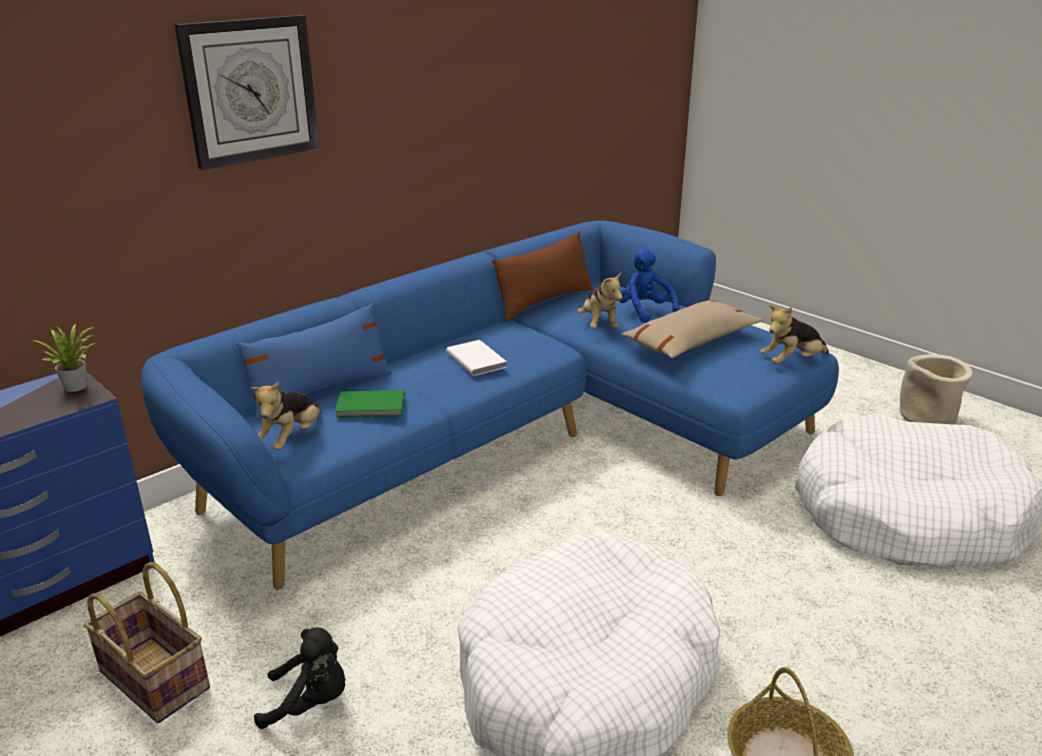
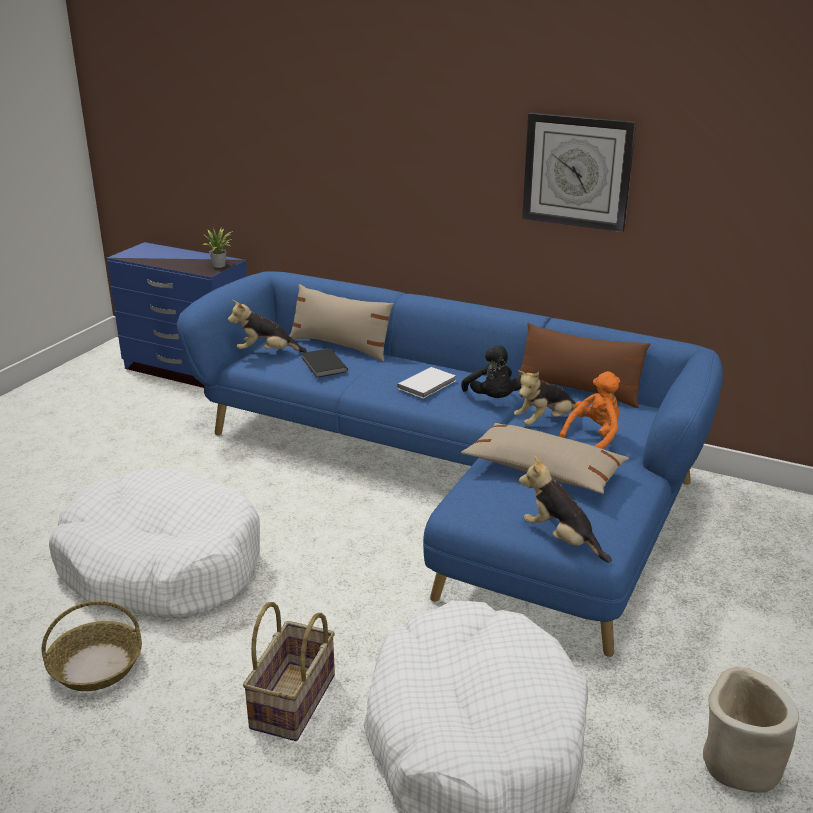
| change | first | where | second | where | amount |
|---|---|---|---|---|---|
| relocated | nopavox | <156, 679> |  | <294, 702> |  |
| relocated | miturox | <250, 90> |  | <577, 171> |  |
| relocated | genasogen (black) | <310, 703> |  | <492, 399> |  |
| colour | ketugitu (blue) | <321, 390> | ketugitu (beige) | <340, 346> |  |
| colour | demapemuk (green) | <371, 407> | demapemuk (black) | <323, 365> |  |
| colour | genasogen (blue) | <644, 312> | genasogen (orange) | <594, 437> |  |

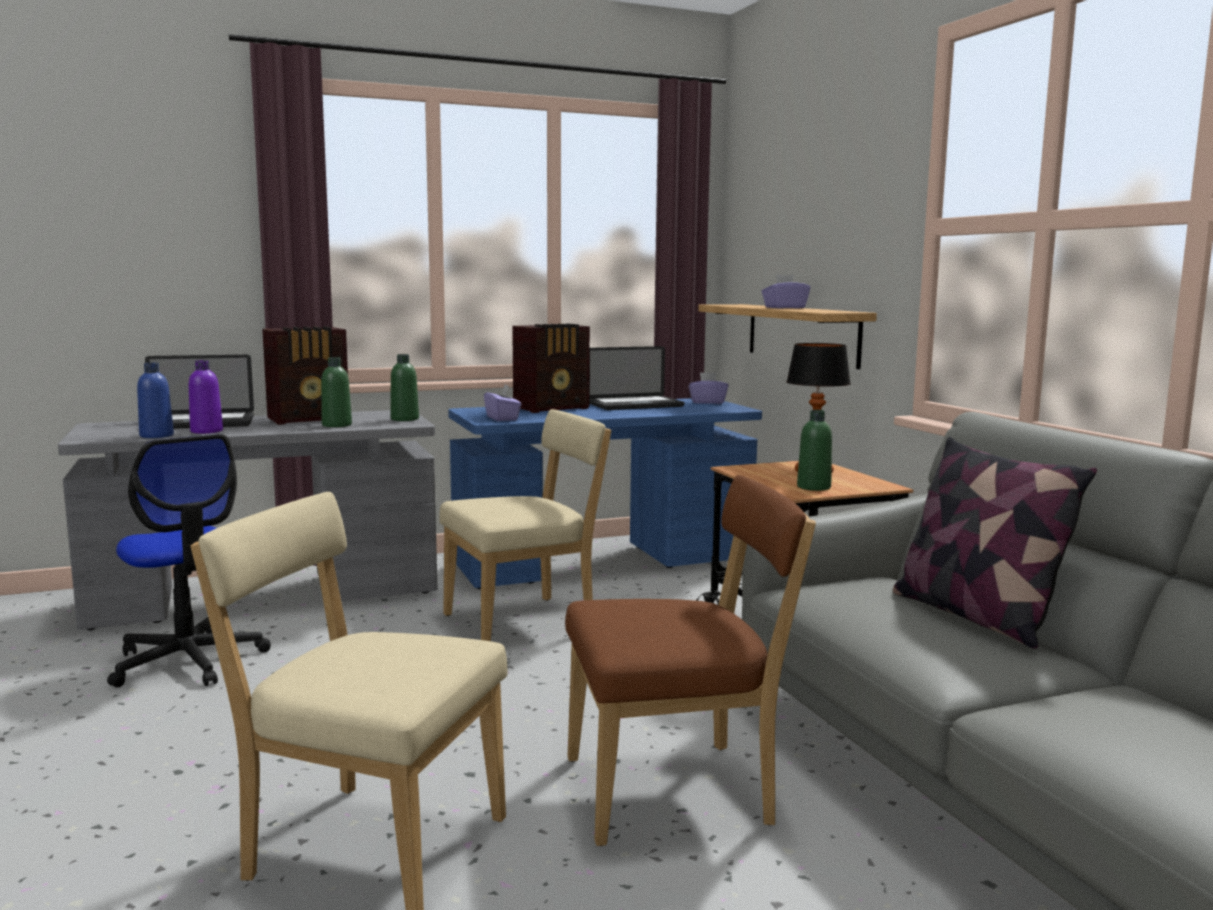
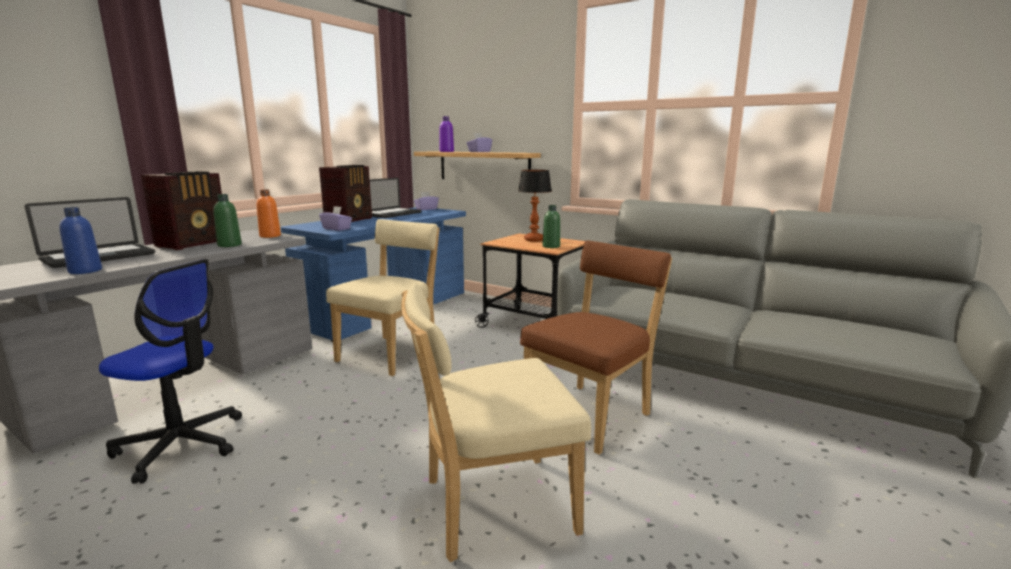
| change | first | where | second | where | amount |
|---|---|---|---|---|---|
| missing | ketugitu | <975, 615> |  |  |  |
| relocated | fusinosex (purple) | <206, 431> |  | <446, 151> |  |
| colour | fusinosex (green) | <404, 419> | fusinosex (orange) | <270, 236> |  |

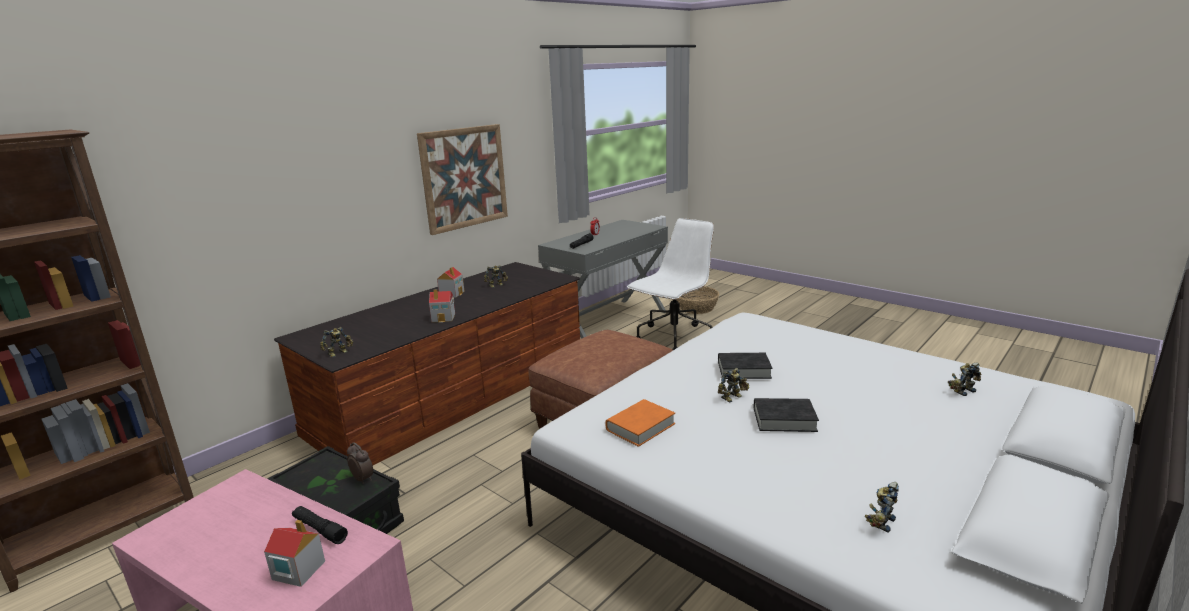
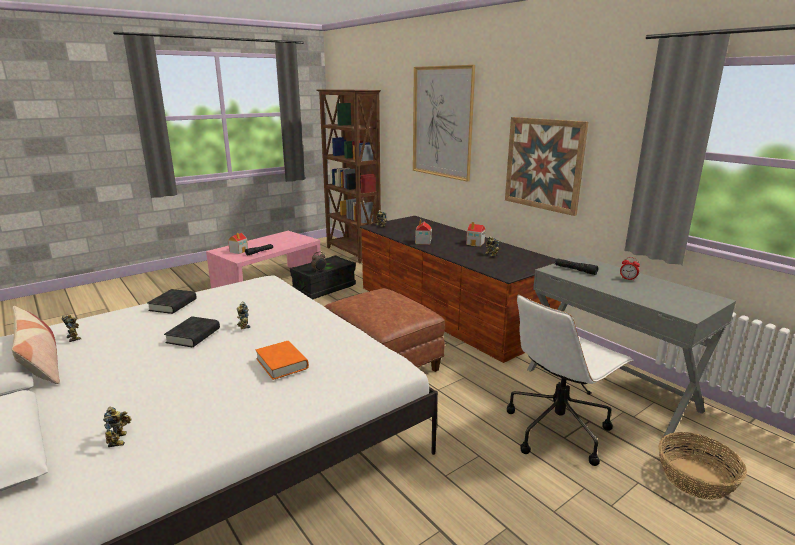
| change | first | where | second | where | amount |
|---|---|---|---|---|---|
| appeared |  |  | ketugitu | <41, 364> |  |
| appeared |  |  | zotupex | <442, 122> |  |
| relocated | demapemuk (orange) | <640, 427> |  | <282, 363> |  |
| relocated | demapemuk (black) | <744, 370> |  | <173, 305> |  |
| spun | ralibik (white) | <673, 339> |  | <558, 429> | 90 degrees clockwise |

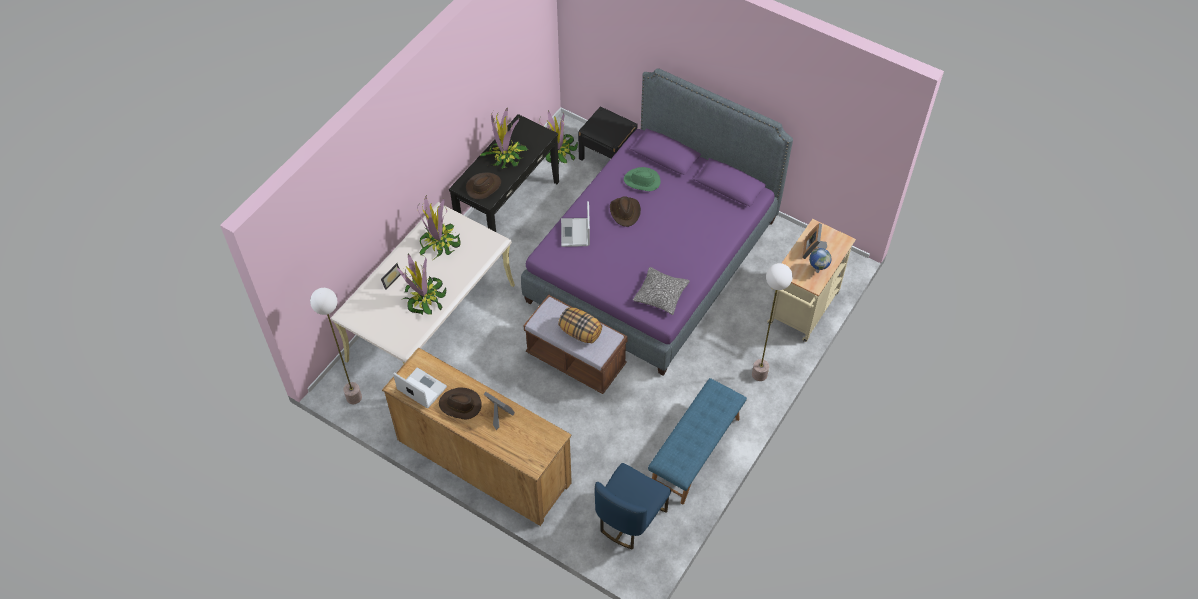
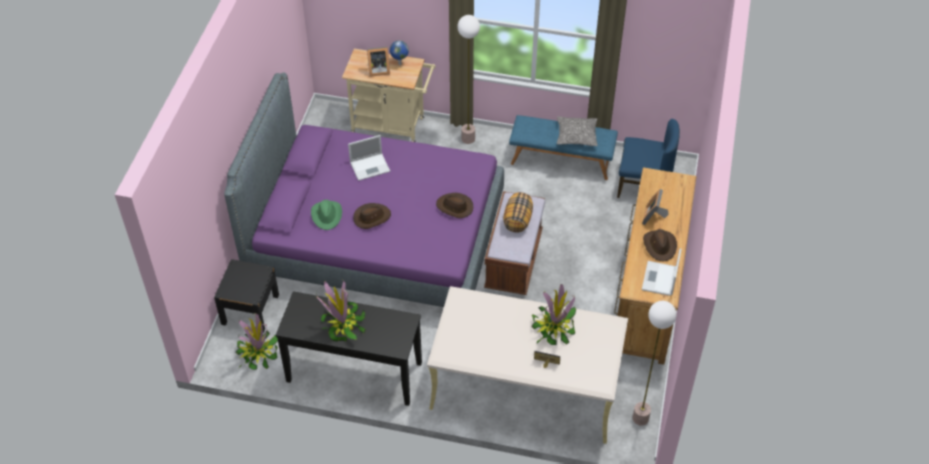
| change | first | where | second | where | amount |
|---|---|---|---|---|---|
| missing | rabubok | <439, 243> |  |  |  |
| relocated | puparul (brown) | <483, 187> |  | <454, 207> |  |
| relocated | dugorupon | <575, 233> |  | <370, 166> |  |
| relocated | ketugitu | <660, 294> |  | <576, 136> |  |

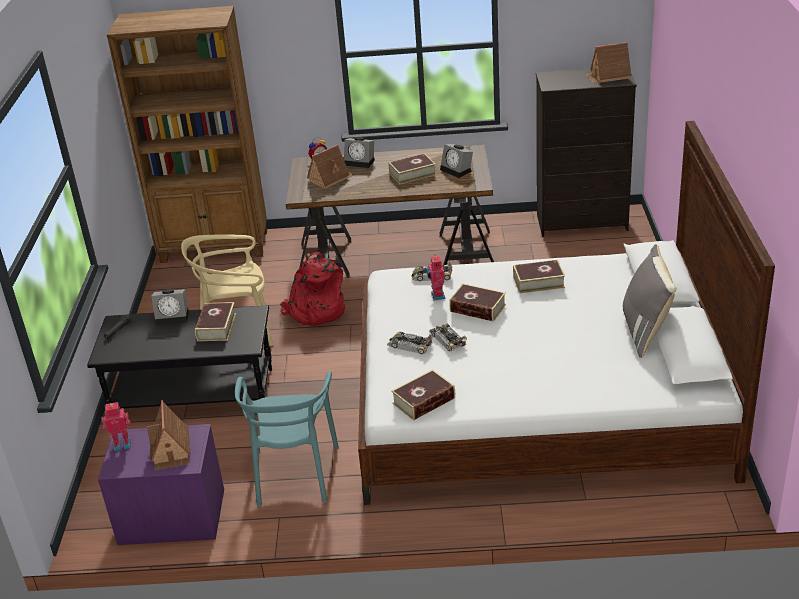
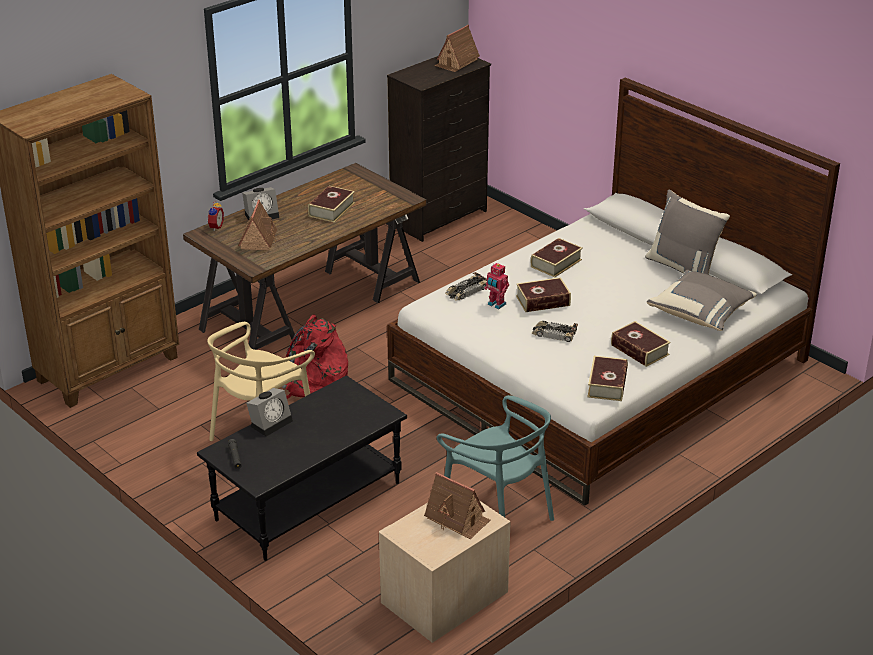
| change | first | where | second | where | amount |
|---|---|---|---|---|---|
| missing | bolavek | <122, 443> |  |  |  |
| missing | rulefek | <409, 345> |  |  |  |
| missing | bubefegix | <457, 170> |  |  |  |
| appeared |  |  | ketugitu (grey) | <701, 313> |  |
| relocated | demapemuk | <216, 327> |  | <639, 350> |  |
| colour | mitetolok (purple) | <171, 516> | mitetolok (beige) | <443, 597> |  |

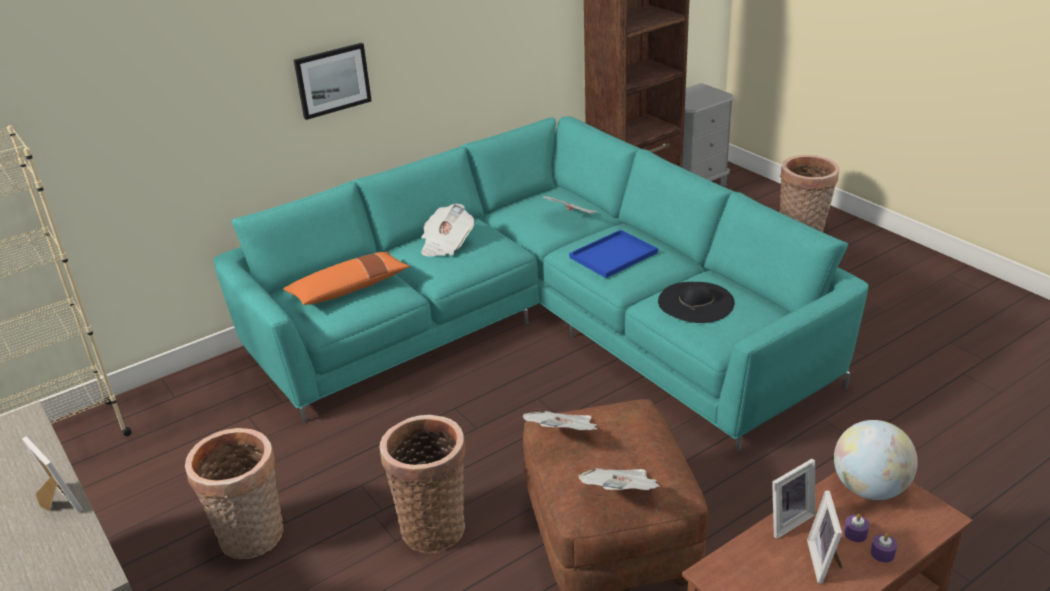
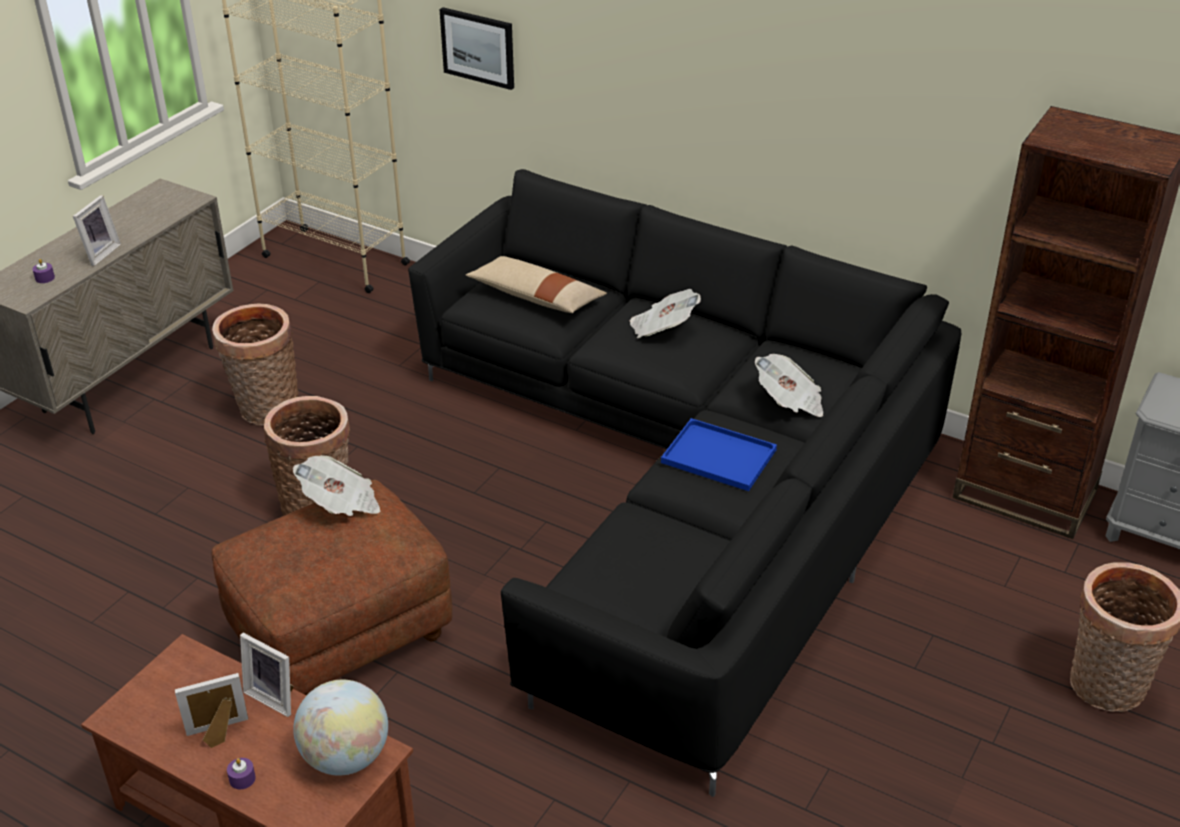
| change | first | where | second | where | amount |
|---|---|---|---|---|---|
| missing | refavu | <621, 495> |  |  |  |
| missing | puparul (black) | <696, 302> |  |  |  |
| relocated | zotupex | <332, 80> |  | <478, 47> |  |
| relocated | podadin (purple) | <855, 533> |  | <45, 278> |  |
| colour | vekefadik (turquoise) | <540, 327> | vekefadik (black) | <682, 485> |  |
| colour | ketugitu (orange) | <349, 289> | ketugitu (beige) | <536, 297> |  |

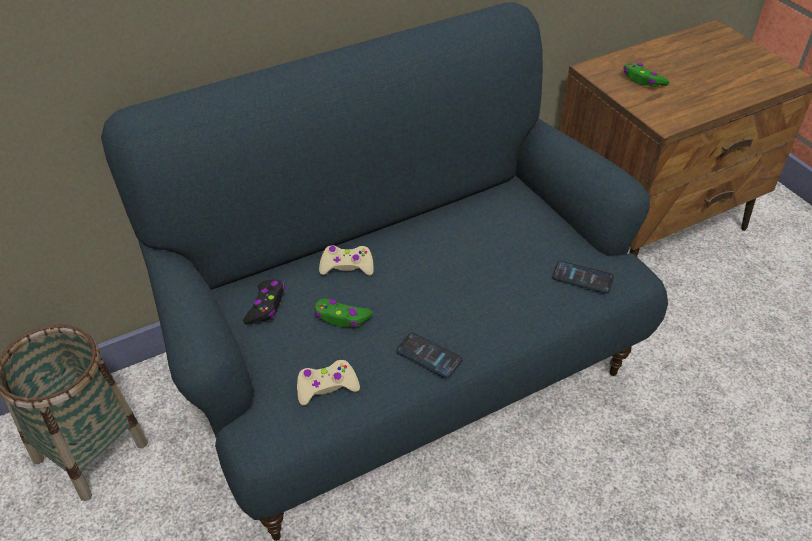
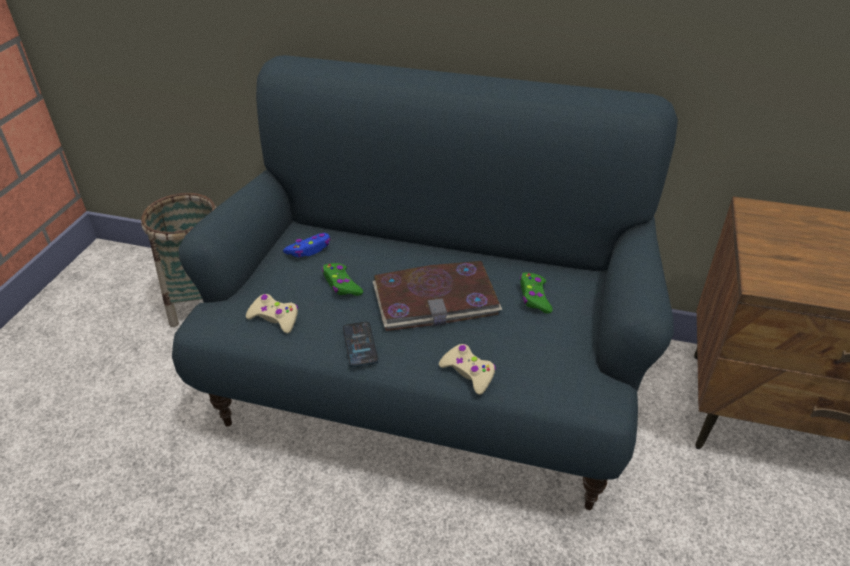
| change | first | where | second | where | amount |
|---|---|---|---|---|---|
| missing | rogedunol | <582, 278> |  |  |  |
| appeared |  |  | demapemuk | <435, 299> |  |
| relocated | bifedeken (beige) | <347, 266> |  | <468, 373> |  |
| relocated | bifedeken (green) | <643, 80> |  | <534, 297> |  |
| colour | bifedeken (black) | <266, 306> | bifedeken (blue) | <309, 249> |  |

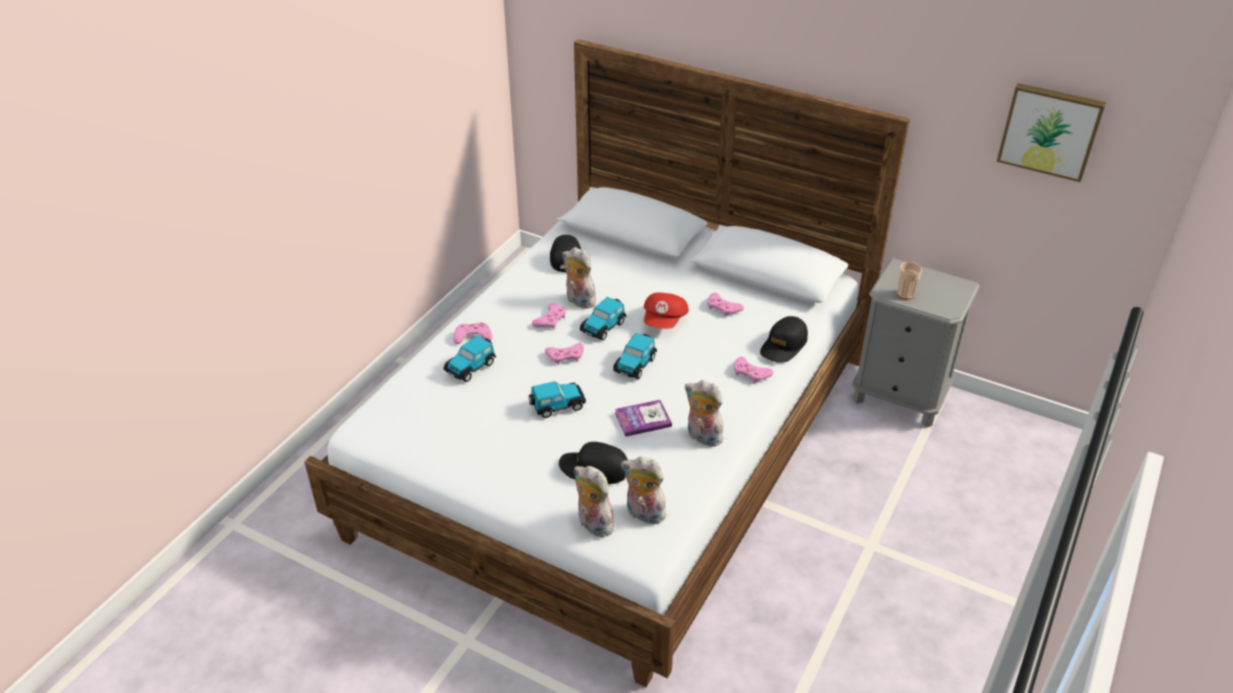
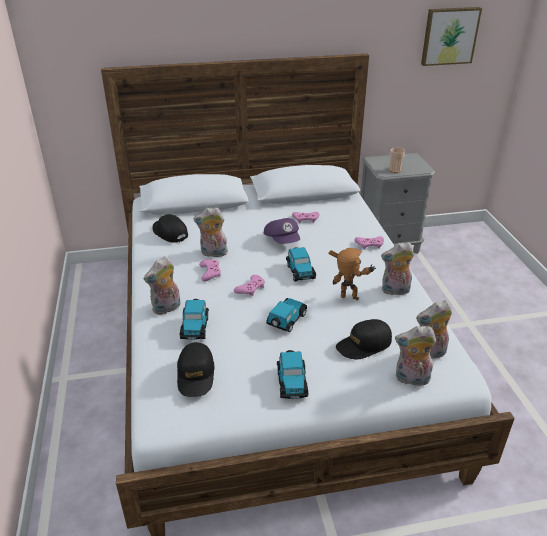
| change | first | where | second | where | amount |
|---|---|---|---|---|---|
| relocated | rulefek | <603, 326> |  | <292, 383> |  |
| relocated | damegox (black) | <783, 346> |  | <196, 375> |  |
| exchanged | bifedeken (pink) | <472, 336> | genasogen | <166, 308> |  |
| exchanged | demapemuk | <643, 419> | bolavek | <349, 300> |  |
| colour | damegox (red) | <665, 321> | damegox (purple) | <283, 240> |  |

